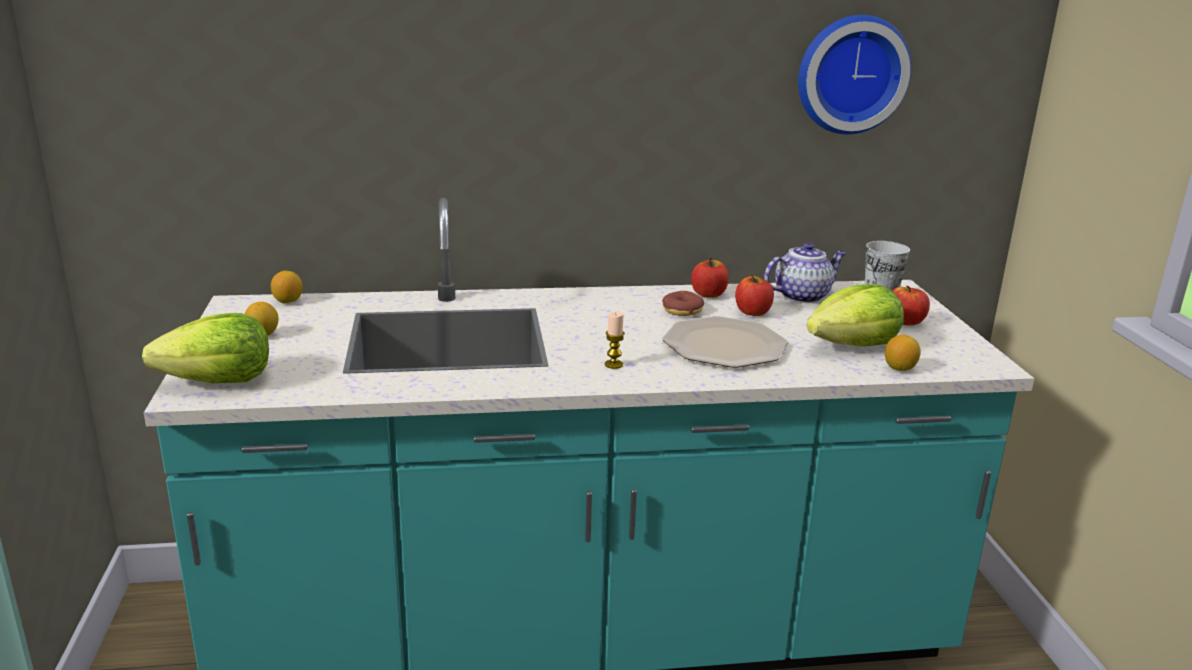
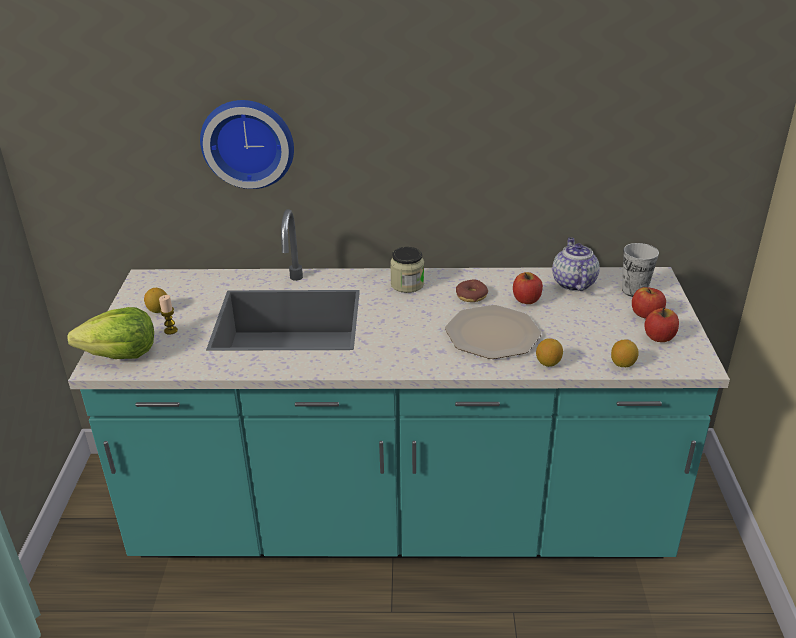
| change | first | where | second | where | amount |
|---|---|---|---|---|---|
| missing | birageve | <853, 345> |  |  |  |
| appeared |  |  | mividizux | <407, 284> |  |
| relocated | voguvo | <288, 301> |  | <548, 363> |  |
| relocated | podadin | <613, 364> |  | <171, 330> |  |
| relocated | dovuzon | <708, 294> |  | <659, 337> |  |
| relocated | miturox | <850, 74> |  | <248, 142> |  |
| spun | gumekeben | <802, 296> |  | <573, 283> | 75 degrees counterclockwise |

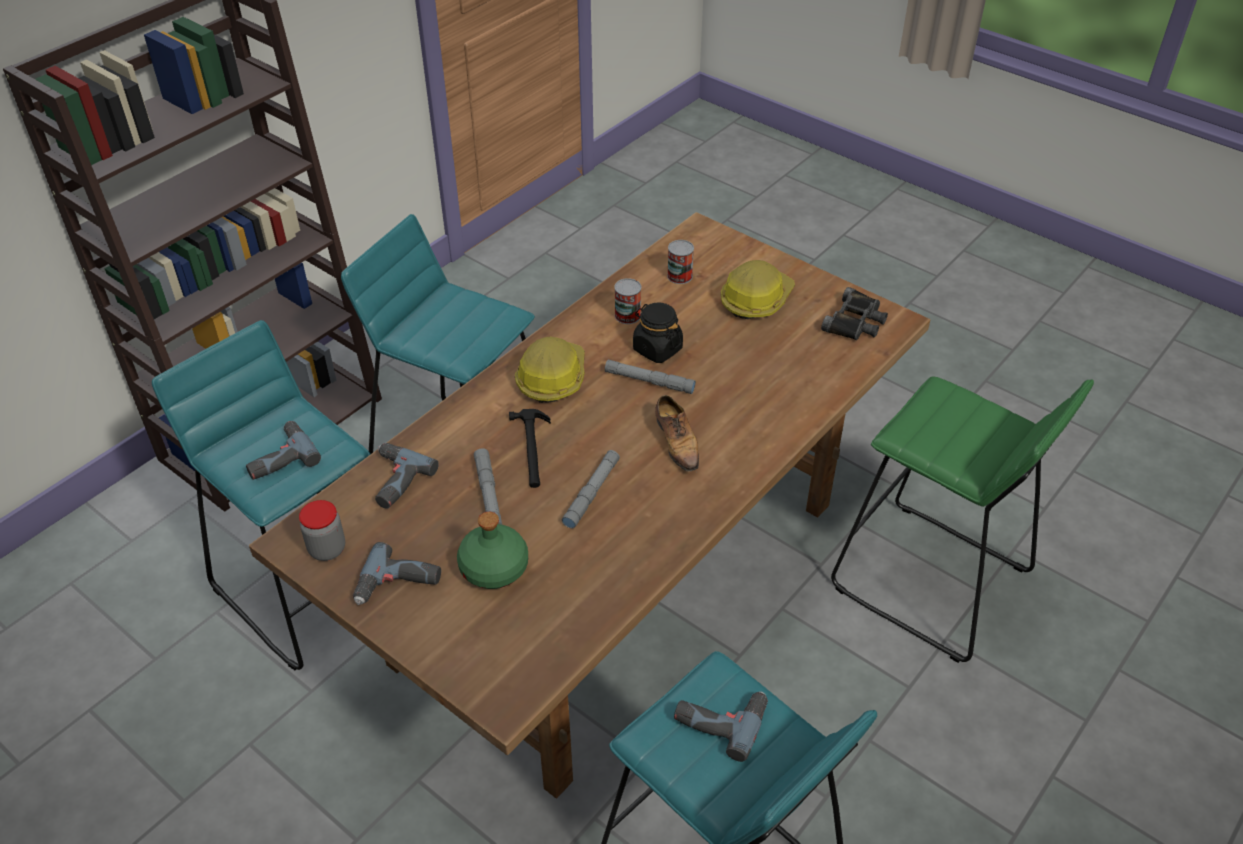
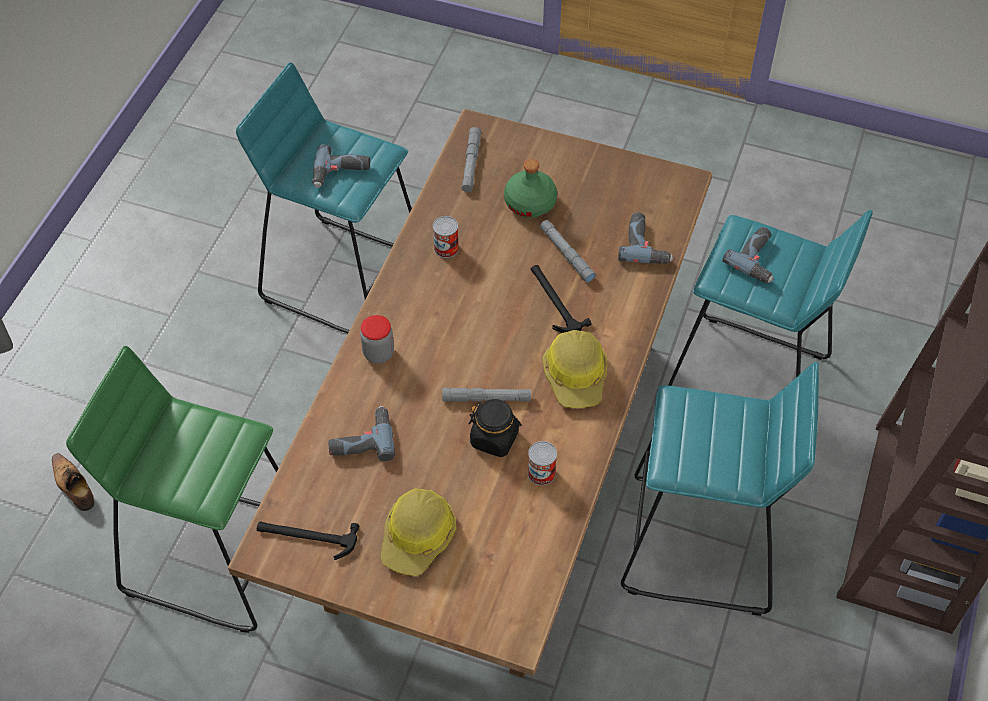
| change | first | where | second | where | amount |
|---|---|---|---|---|---|
| relocated | mividizux | <327, 549> |  | <378, 353> |  |
| relocated | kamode | <398, 586> |  | <361, 438> |  |
| relocated | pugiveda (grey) | <591, 493> |  | <471, 163> |  |
| relocated | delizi | <677, 442> |  | <73, 486> |  |
| relocated | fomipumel | <679, 276> |  | <446, 248> |  |
| exchanged | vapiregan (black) | <855, 322> | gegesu | <306, 537> |  |

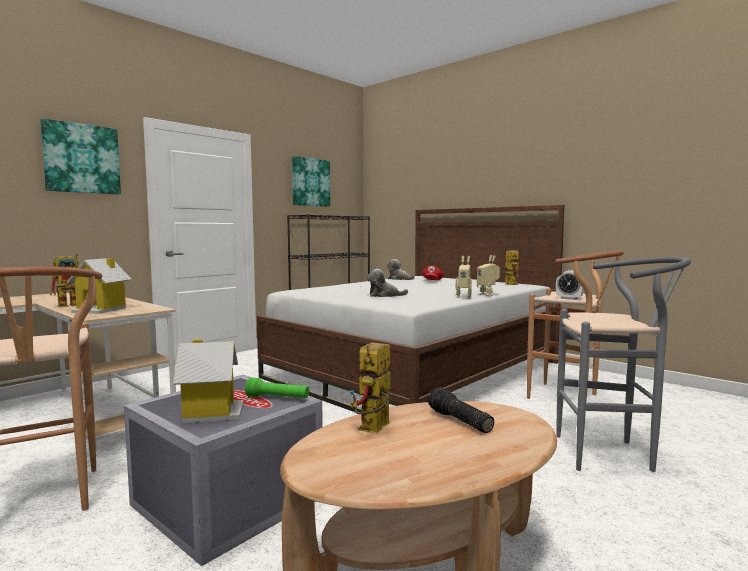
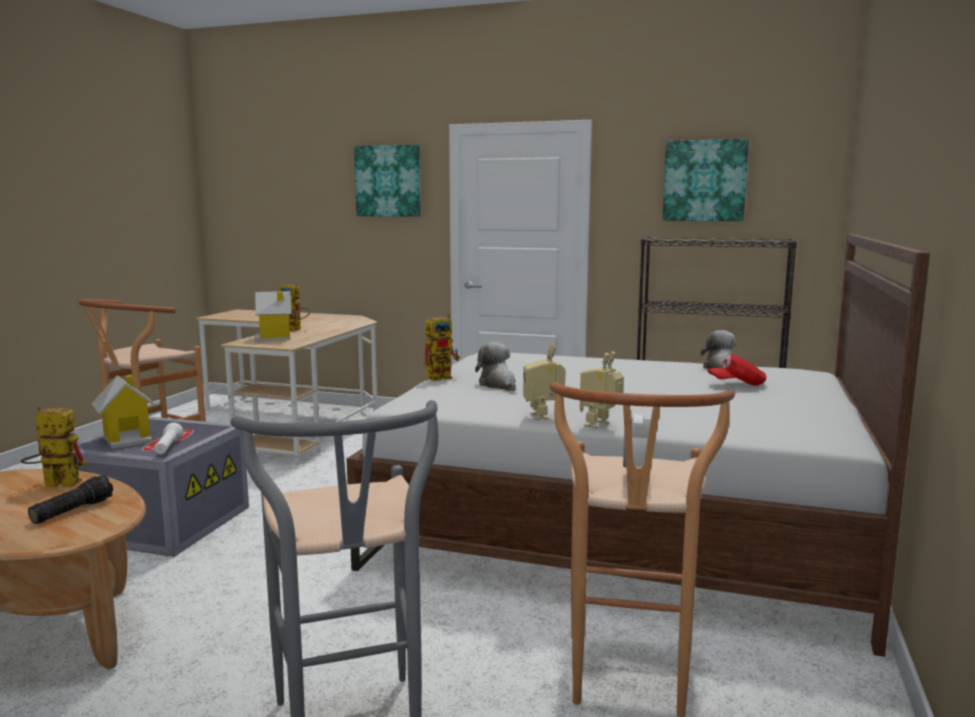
| change | first | where | second | where | amount |
|---|---|---|---|---|---|
| relocated | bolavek | <508, 284> |  | <442, 377> |  |
| colour | pugiveda (green) | <278, 398> | pugiveda (white) | <168, 448> |  |

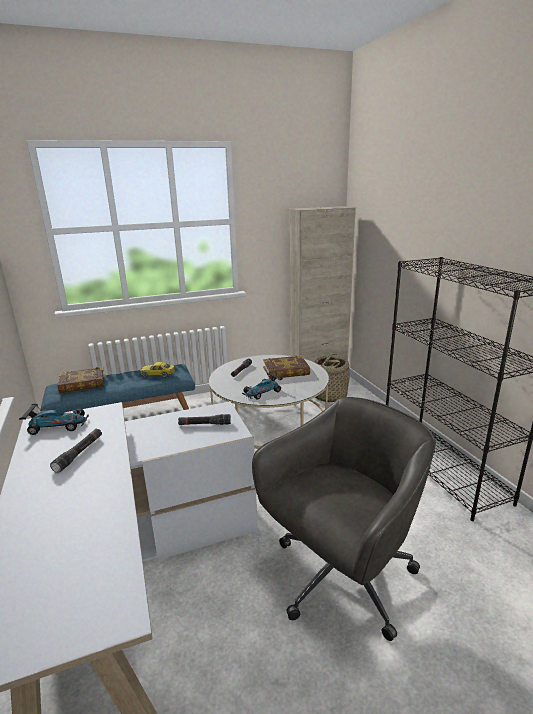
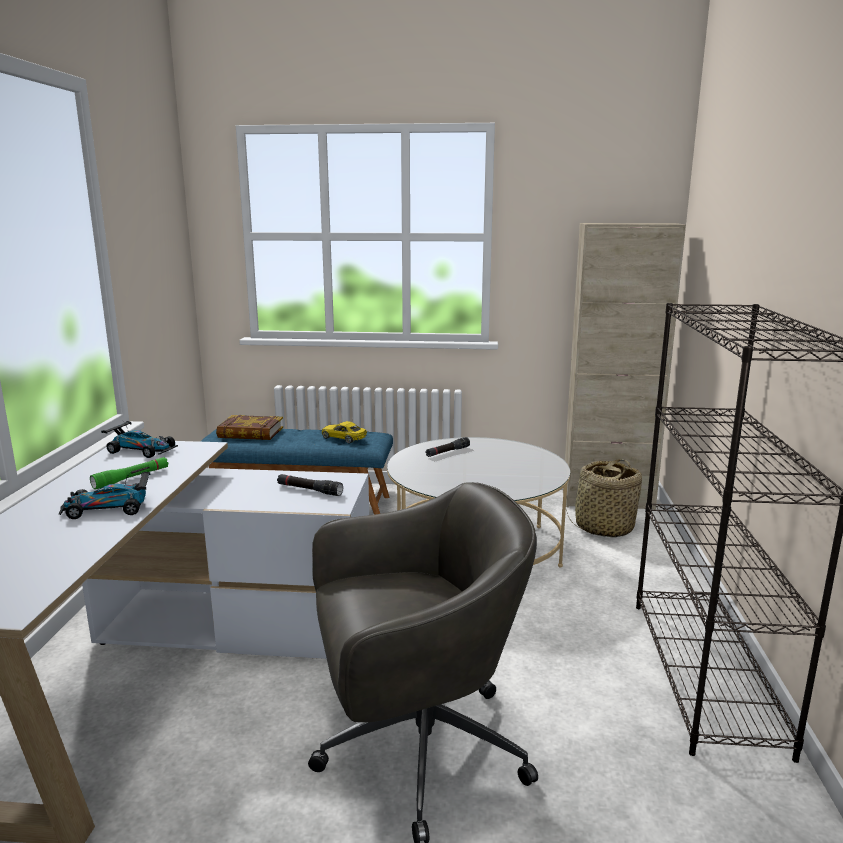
| change | first | where | second | where | amount |
|---|---|---|---|---|---|
| missing | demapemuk | <286, 371> |  |  |  |
| relocated | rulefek | <262, 392> |  | <108, 508> |  |
| colour | pugiveda (black) | <79, 453> | pugiveda (green) | <131, 478> |  |

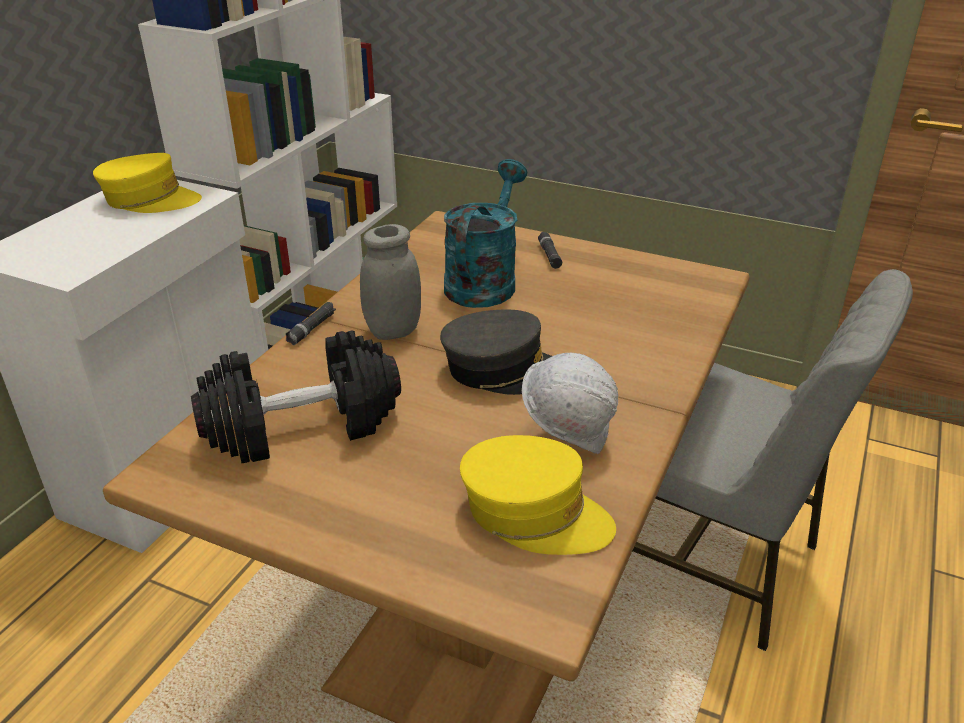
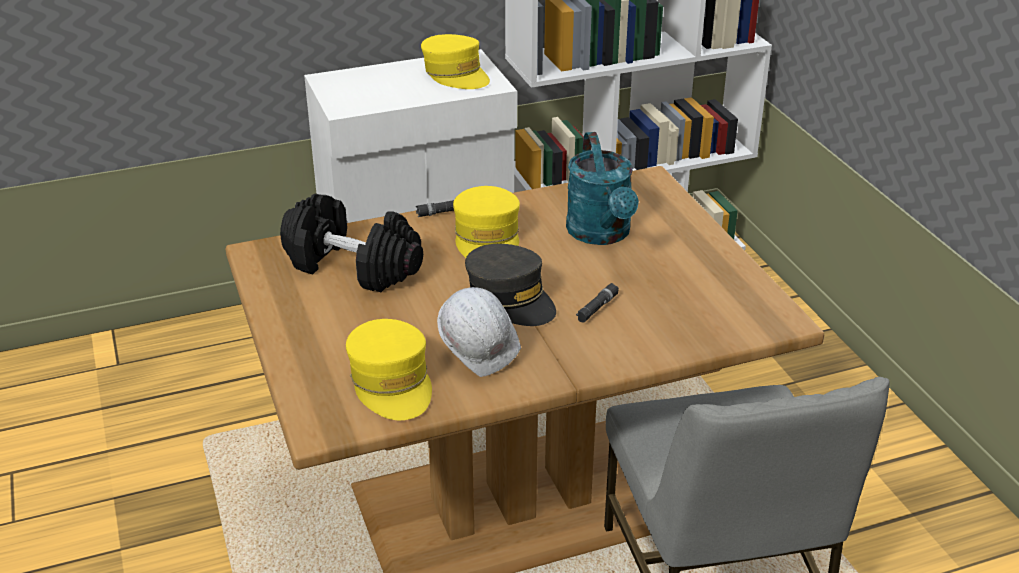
| change | first | where | second | where | amount |
|---|---|---|---|---|---|
| relocated | pugiveda (black) | <549, 255> |  | <597, 308> |  |
| exchanged | mividizux (grey) | <393, 331> | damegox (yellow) | <487, 238> |  |
| spun | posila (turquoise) | <484, 280> |  | <602, 234> | 105 degrees clockwise |

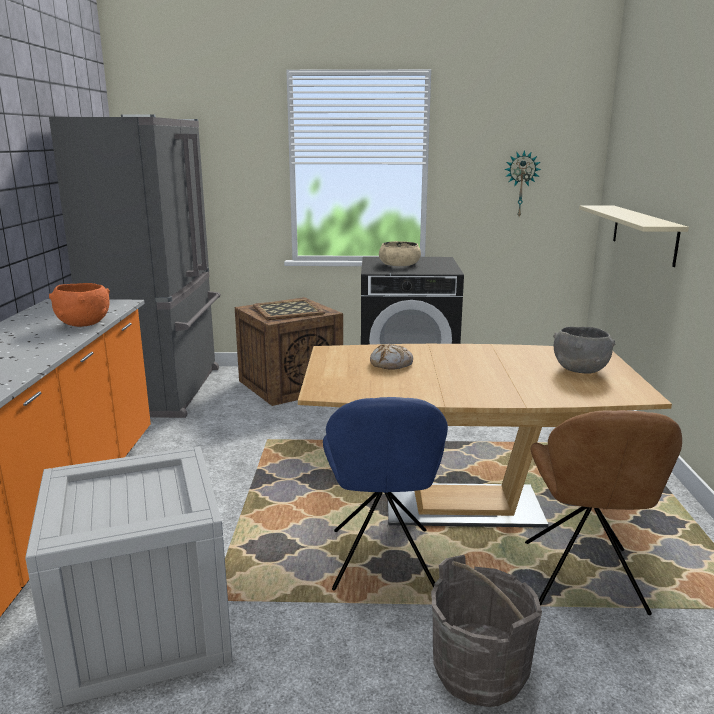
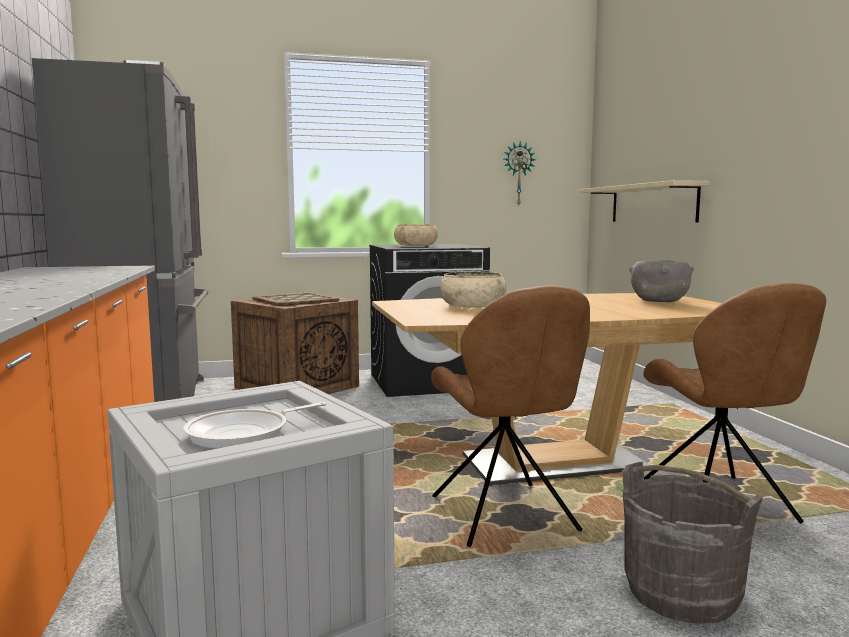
| change | first | where | second | where | amount |
|---|---|---|---|---|---|
| missing | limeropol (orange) | <84, 323> |  |  |  |
| appeared |  |  | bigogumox | <244, 434> |  |
| exchanged | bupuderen | <391, 364> | limeropol (beige) | <472, 305> |  |
| colour | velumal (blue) | <382, 562> | velumal (brown) | <505, 516> |  |

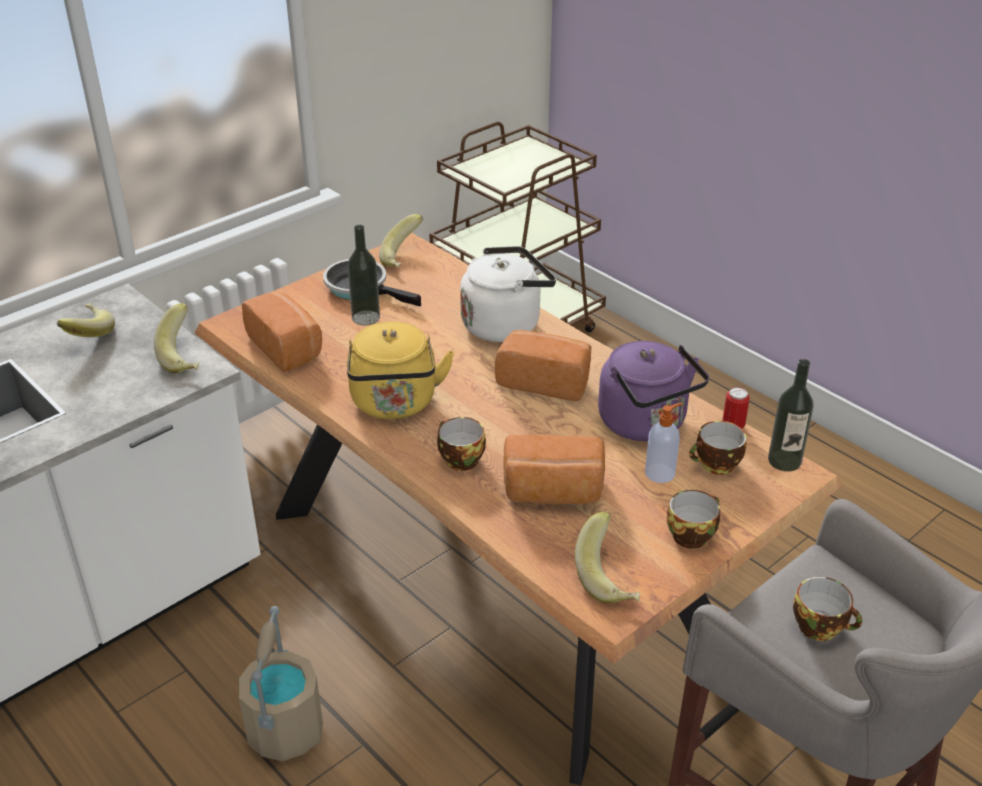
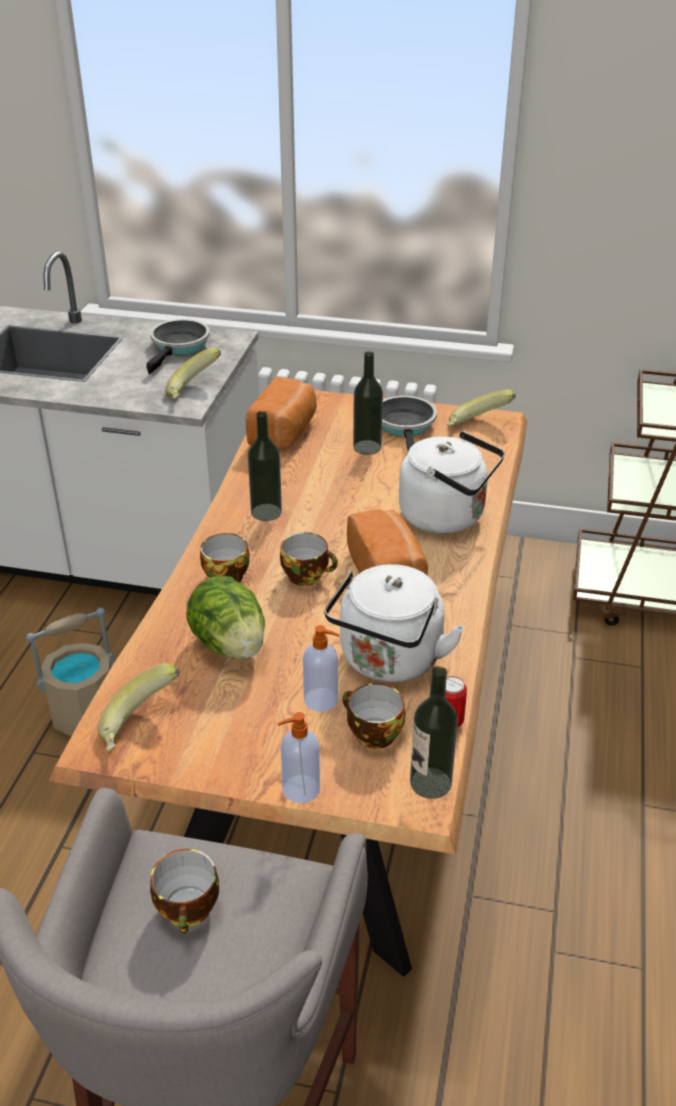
| change | first | where | second | where | amount |
|---|---|---|---|---|---|
| appeared |  |  | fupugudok | <299, 789> |  |
| relocated | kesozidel | <691, 534> |  | <307, 575> |  |
| exchanged | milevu | <87, 334> | bigogumox | <179, 346> |  |
| exchanged | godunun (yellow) | <395, 404> | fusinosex | <266, 512> |  |
| exchanged | bupuderen | <553, 492> | birageve | <230, 645> |  |
| colour | godunun (purple) | <646, 424> | godunun (white) | <389, 661> |  |

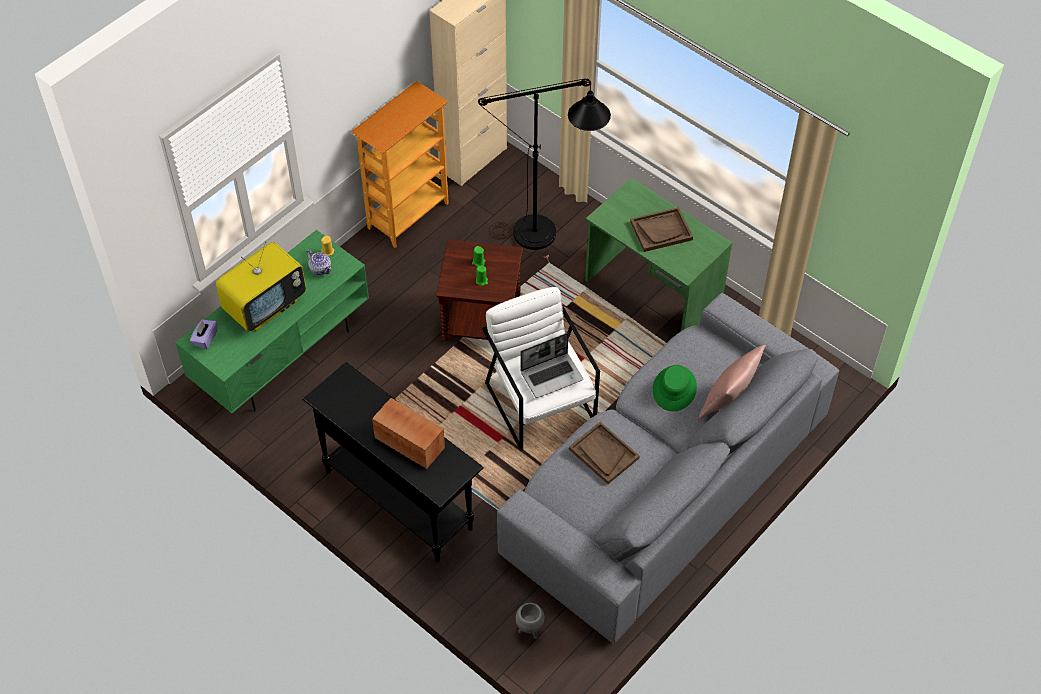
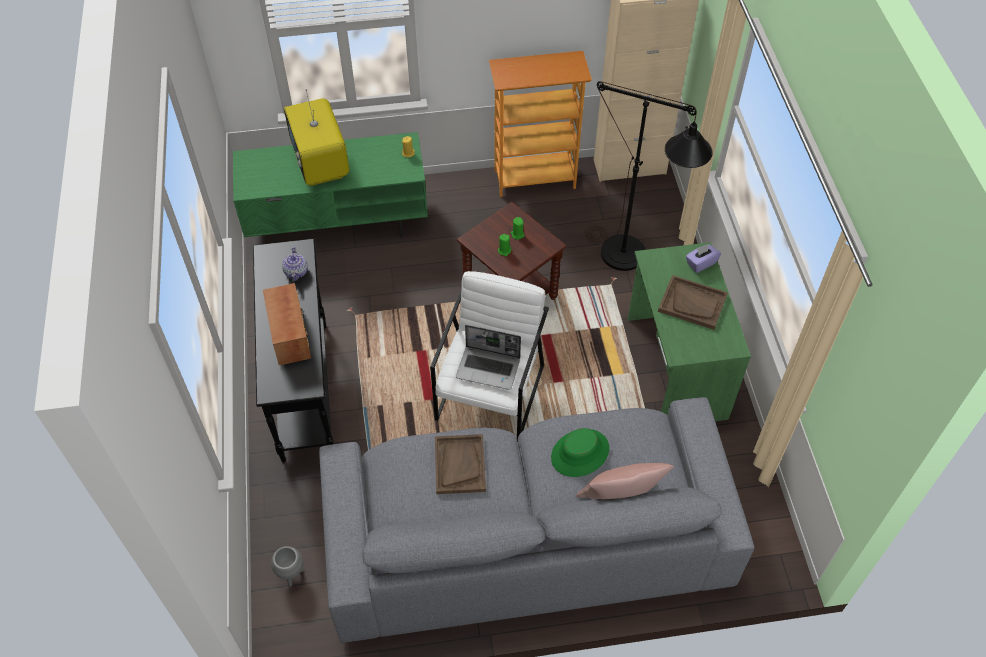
| change | first | where | second | where | amount |
|---|---|---|---|---|---|
| relocated | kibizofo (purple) | <205, 339> |  | <700, 263> |  |
| relocated | gumekeben | <320, 268> |  | <296, 272> |  |
| spun | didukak | <265, 305> |  | <321, 164> | 75 degrees clockwise |

